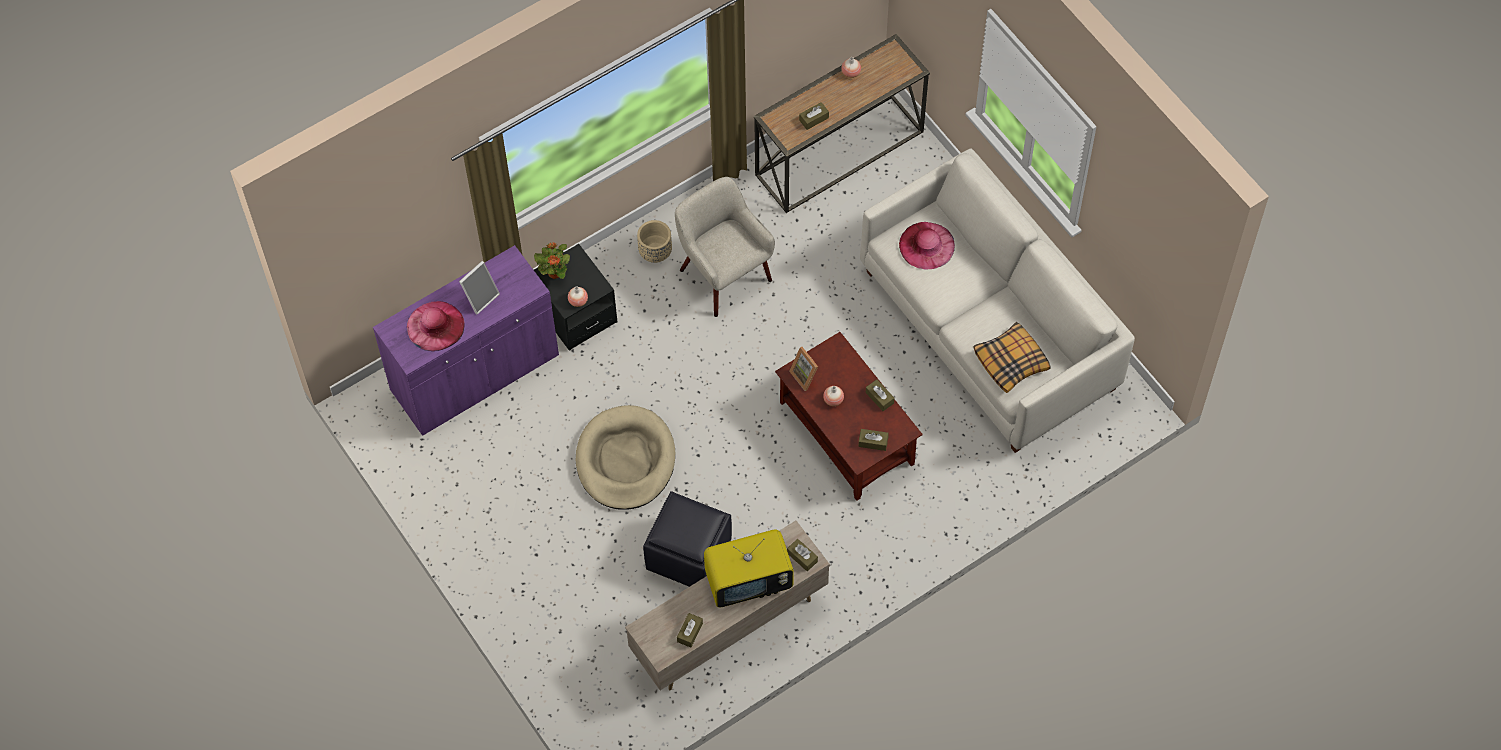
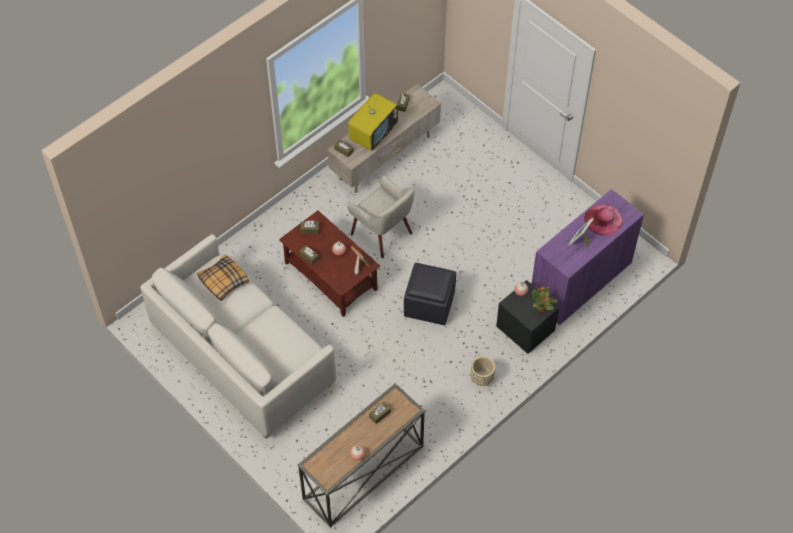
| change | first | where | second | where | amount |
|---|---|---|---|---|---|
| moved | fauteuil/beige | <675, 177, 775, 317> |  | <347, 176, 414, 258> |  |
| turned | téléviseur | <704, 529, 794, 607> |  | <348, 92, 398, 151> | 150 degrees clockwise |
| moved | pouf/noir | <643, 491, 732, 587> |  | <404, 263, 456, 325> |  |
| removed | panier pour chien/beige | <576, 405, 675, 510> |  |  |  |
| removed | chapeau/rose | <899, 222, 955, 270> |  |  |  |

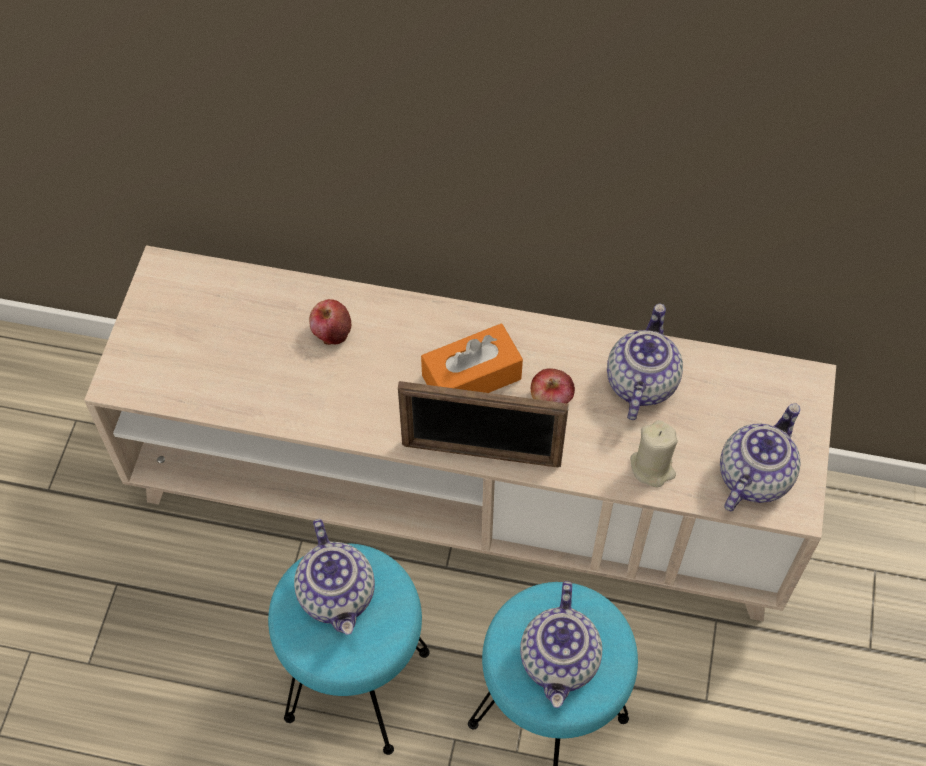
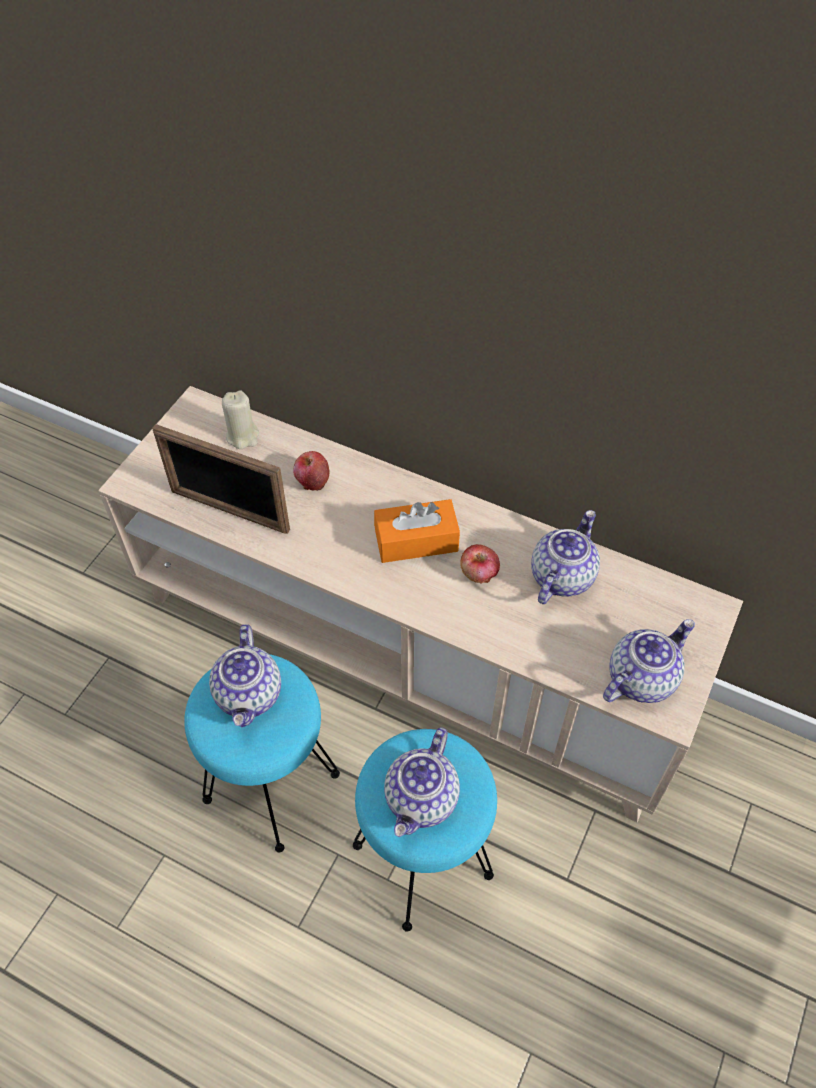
| change | first | where | second | where | amount |
|---|---|---|---|---|---|
| moved | cadre photo | <398, 381, 569, 468> |  | <152, 424, 290, 534> |  |
| moved | bougie/beige | <630, 420, 678, 488> |  | <222, 390, 259, 449> |  |

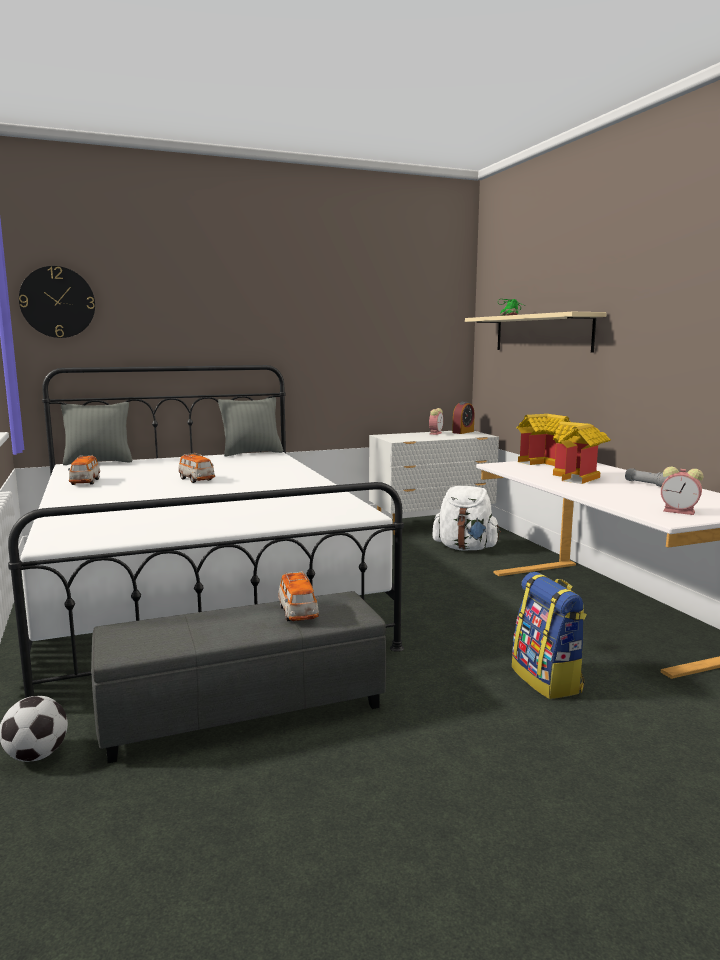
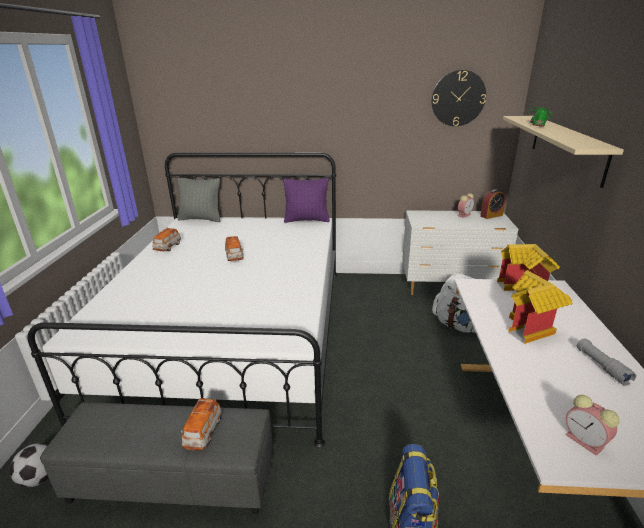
| change | first | where | second | where | amount |
|---|---|---|---|---|---|
| recoloured | coussin/gris | <218, 397, 283, 456> | coussin/violet | <283, 178, 330, 223> |  |
| moved | horloge murale | <19, 266, 95, 338> |  | <432, 70, 486, 126> |  |

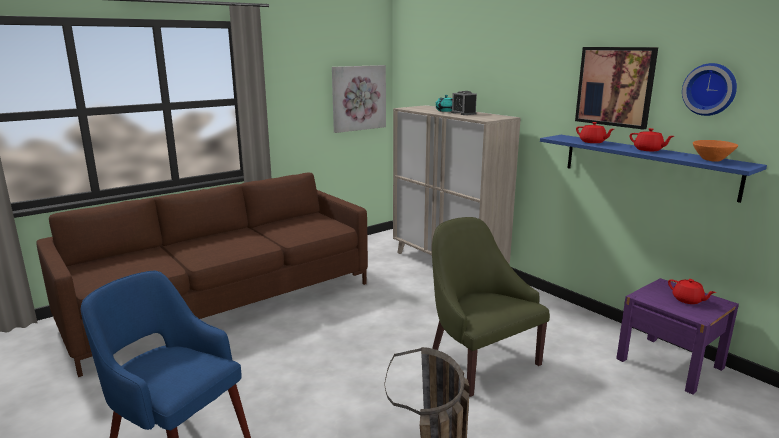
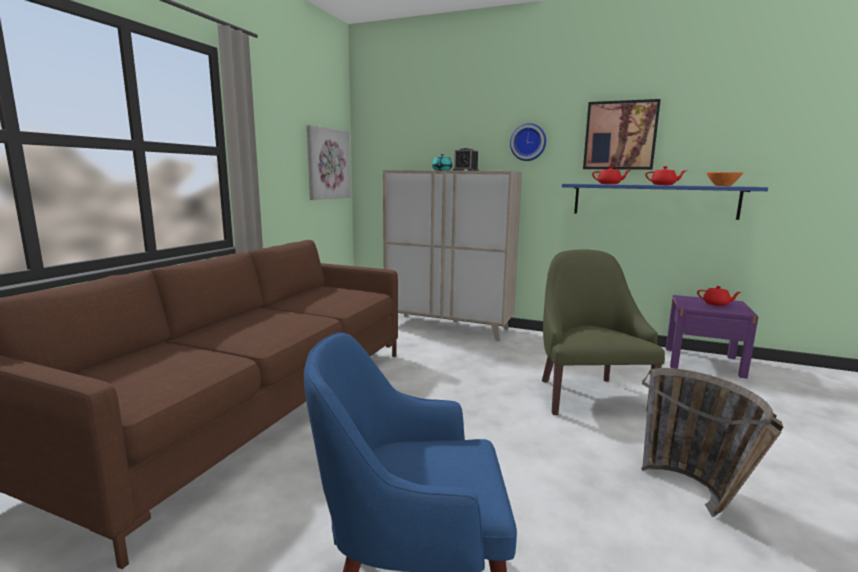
| change | first | where | second | where | amount |
|---|---|---|---|---|---|
| moved | horloge murale | <682, 63, 737, 116> |  | <510, 123, 546, 161> |  |
| turned | fauteuil/vert | <432, 217, 550, 397> |  | <542, 249, 665, 415> | 60 degrees clockwise |

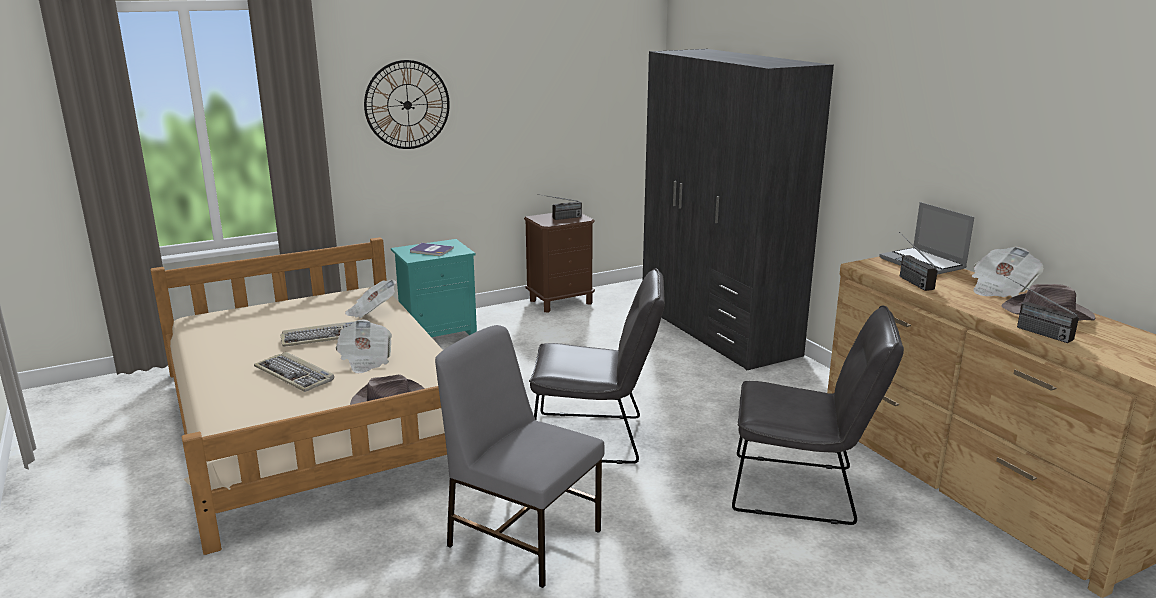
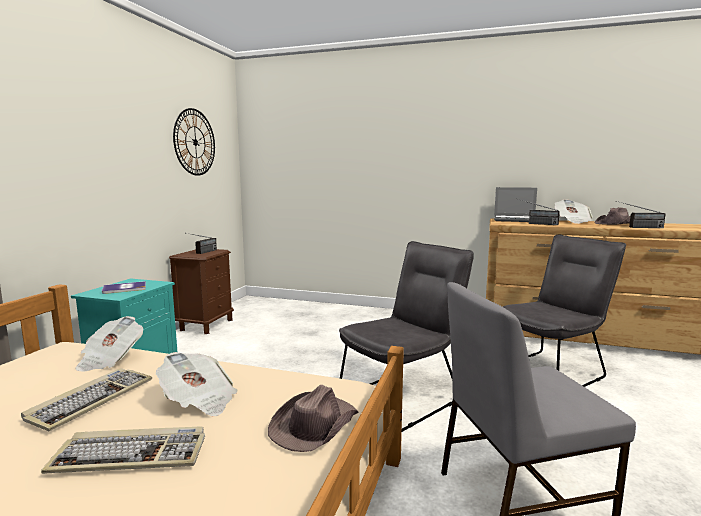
| change | first | where | second | where | amount |
|---|---|---|---|---|---|
| moved | horloge murale | <364, 60, 450, 149> |  | <173, 108, 215, 176> |  |
| removed | armoire/gris | <643, 49, 834, 371> |  |  |  |

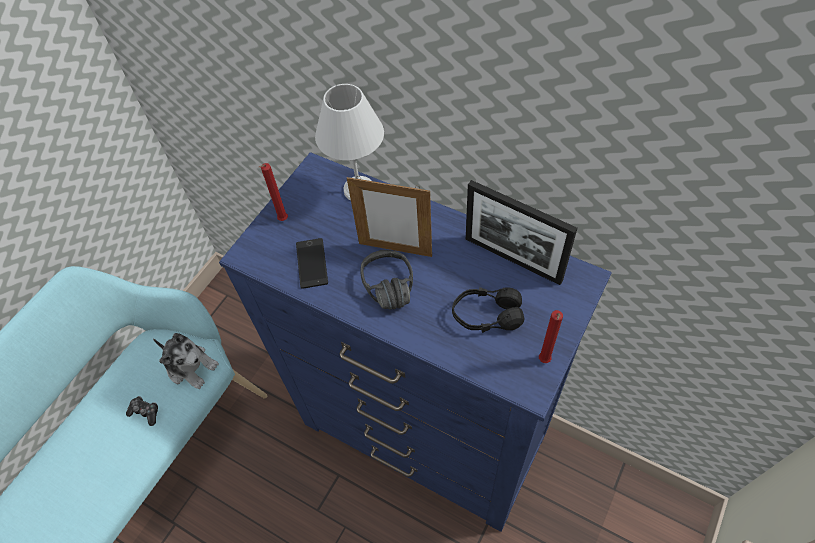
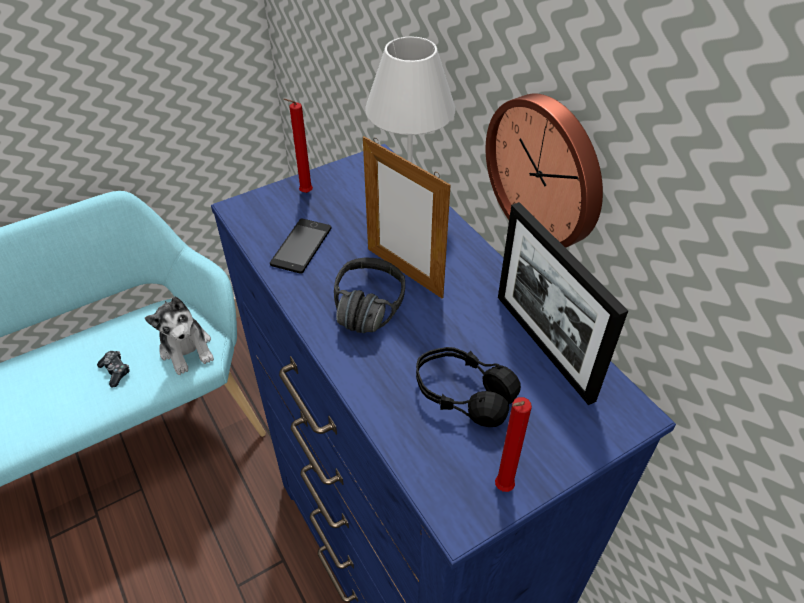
| change | first | where | second | where | amount |
|---|---|---|---|---|---|
| added |  |  | horloge murale | <486, 93, 603, 248> |  |

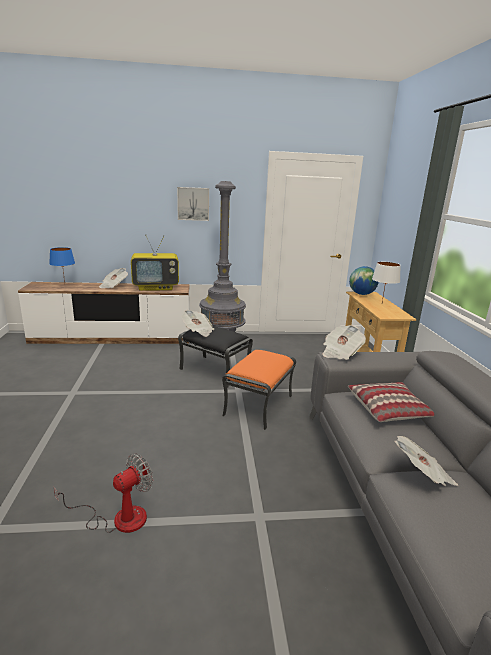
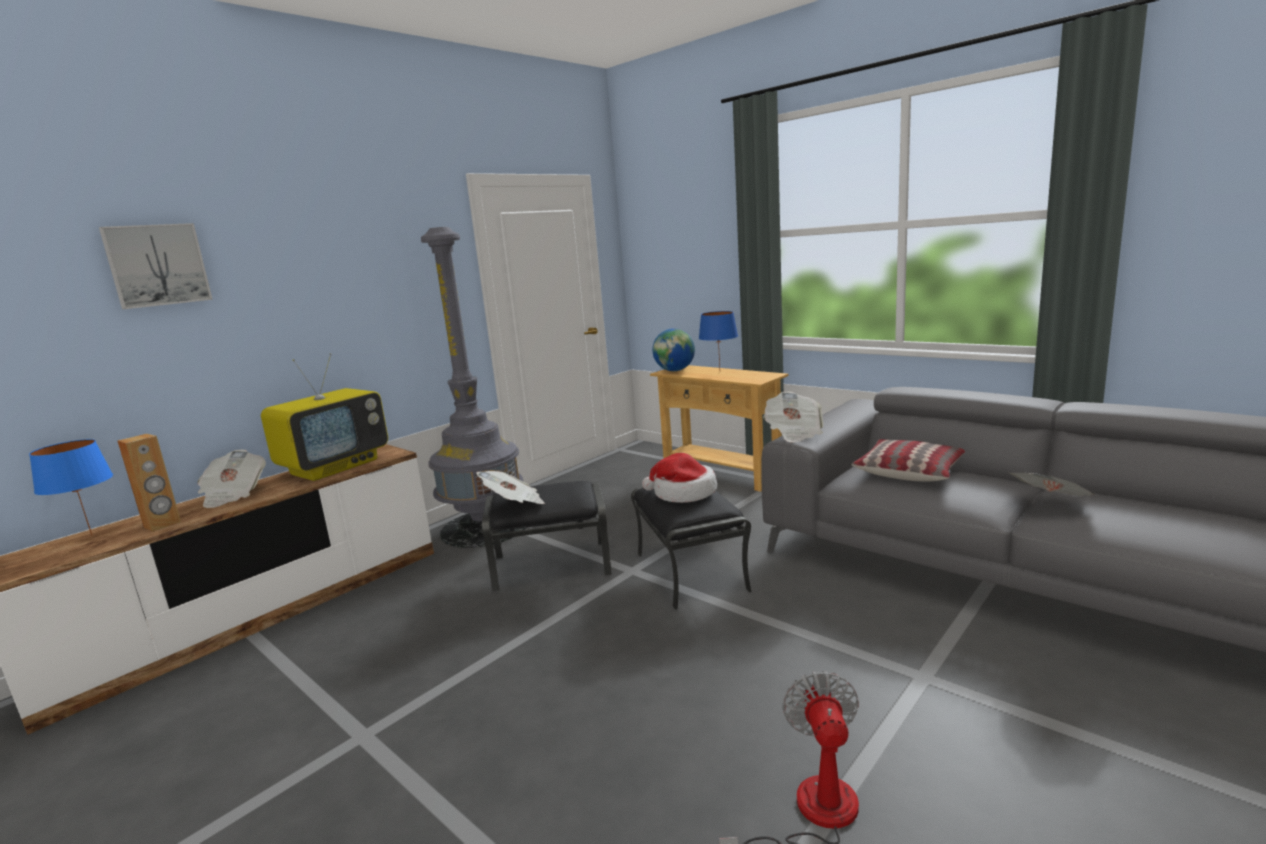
| change | first | where | second | where | amount |
|---|---|---|---|---|---|
| moved | tableau | <177, 187, 209, 221> |  | <99, 223, 213, 309> |  |
| added |  |  | enceinte/marron | <118, 434, 181, 532> |  |
| recoloured | pouf/orange | <222, 349, 296, 430> | pouf/noir | <631, 487, 751, 610> |  |
| added |  |  | chapeau | <642, 453, 717, 503> |  |
| recoloured | lampe de table/blanc | <372, 262, 401, 302> | lampe de table/bleu | <699, 311, 738, 368> |  |

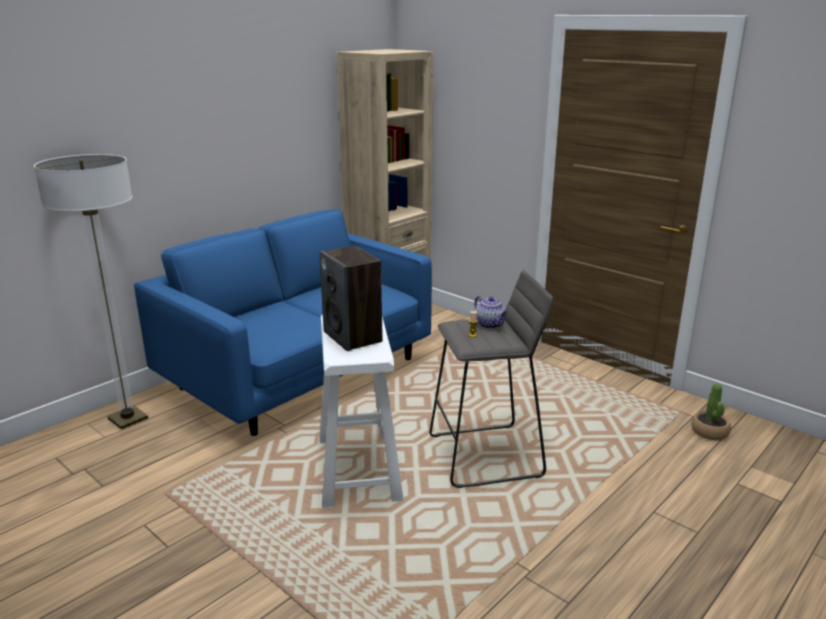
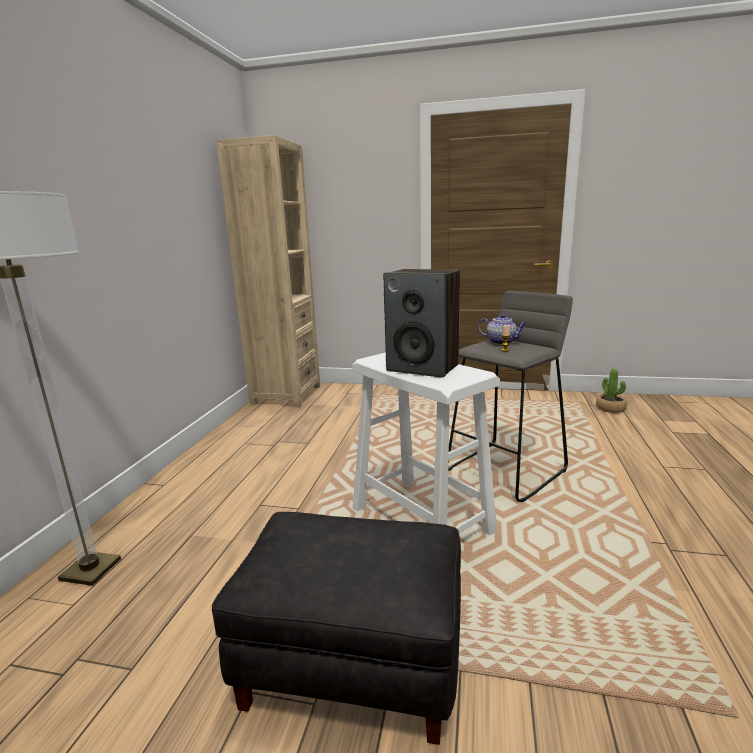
| change | first | where | second | where | amount |
|---|---|---|---|---|---|
| added |  |  | pouf/noir | <212, 512, 461, 745> |  |
| removed | canapé/bleu | <134, 209, 432, 436> |  |  |  |

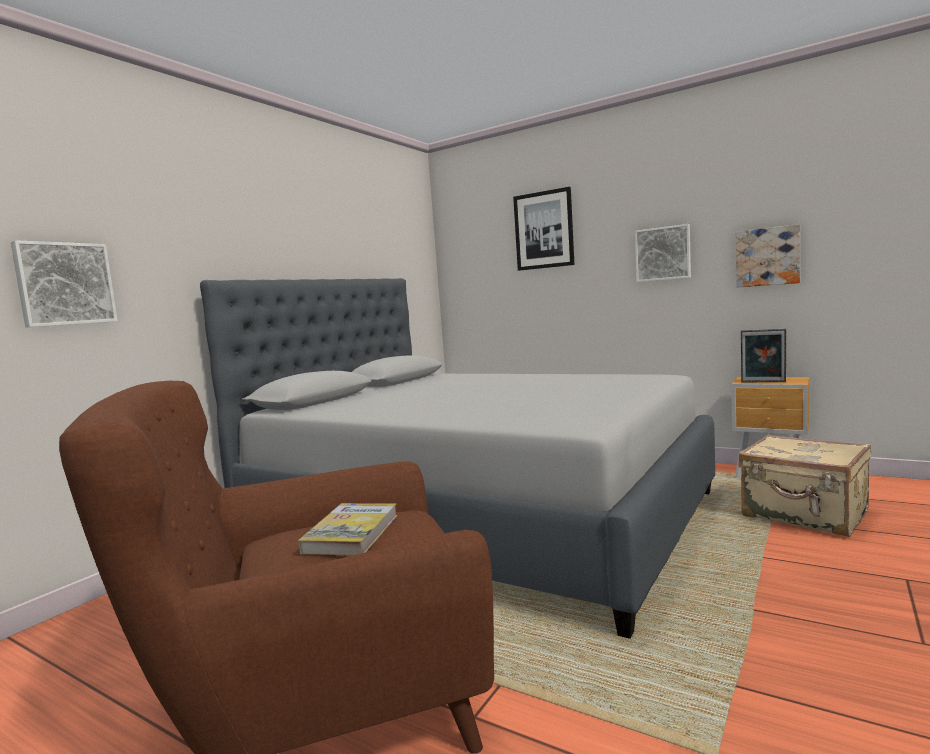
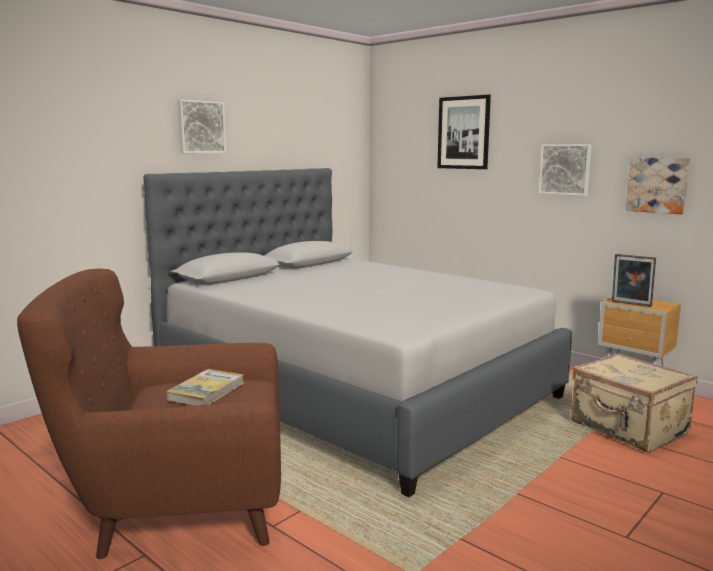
| change | first | where | second | where | amount |
|---|---|---|---|---|---|
| moved | tableau | <11, 240, 118, 327> |  | <177, 99, 226, 153> |  |

